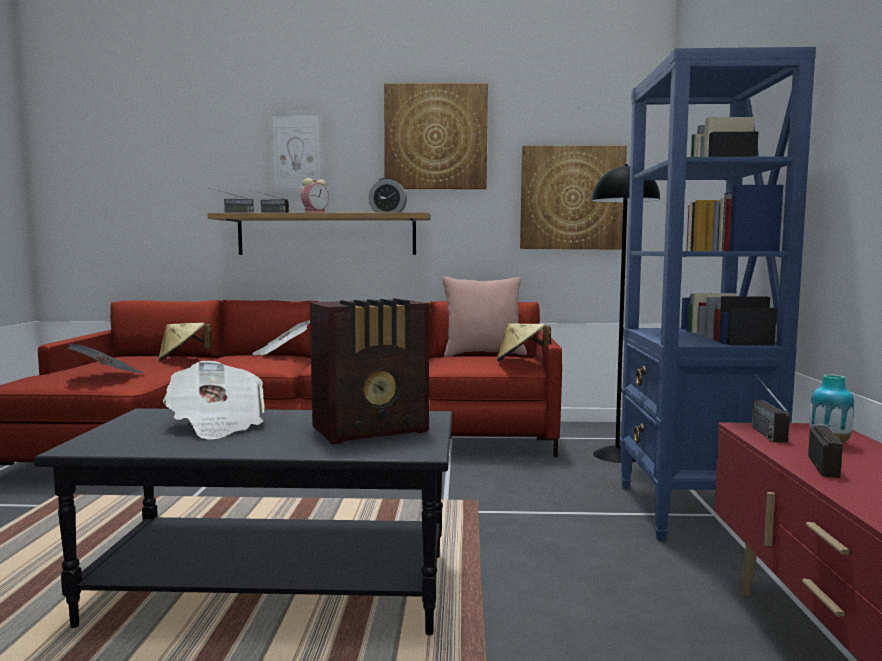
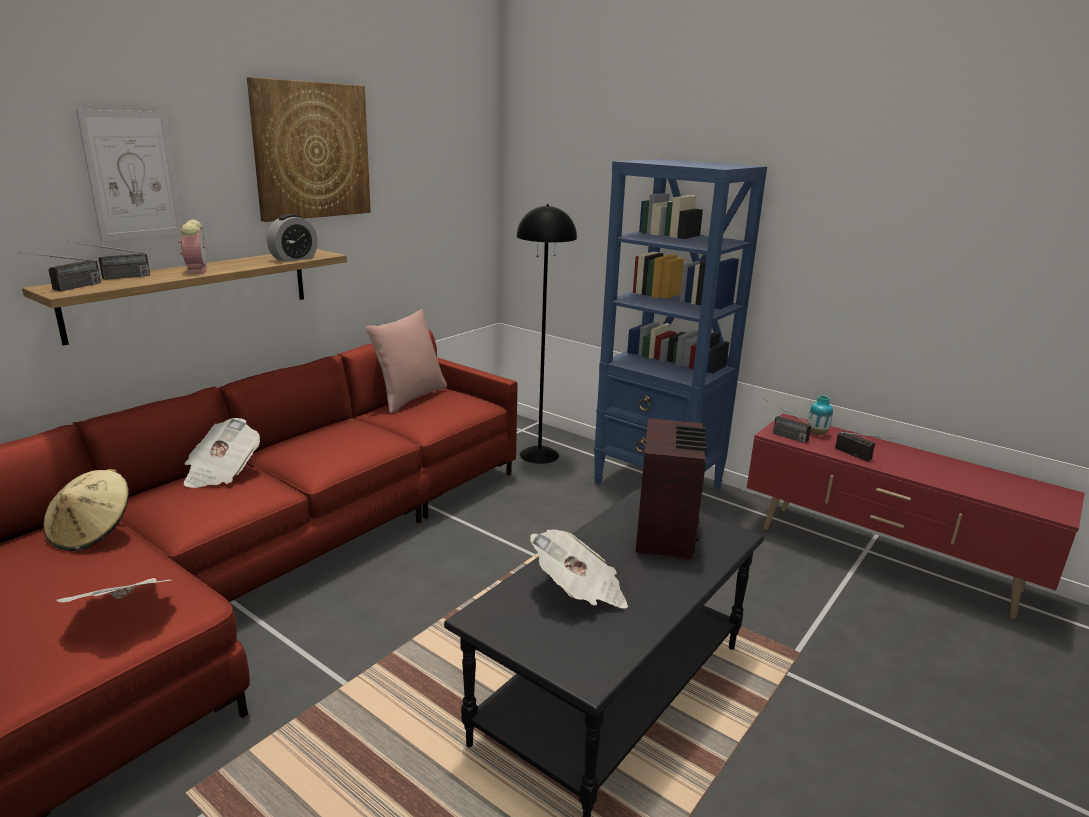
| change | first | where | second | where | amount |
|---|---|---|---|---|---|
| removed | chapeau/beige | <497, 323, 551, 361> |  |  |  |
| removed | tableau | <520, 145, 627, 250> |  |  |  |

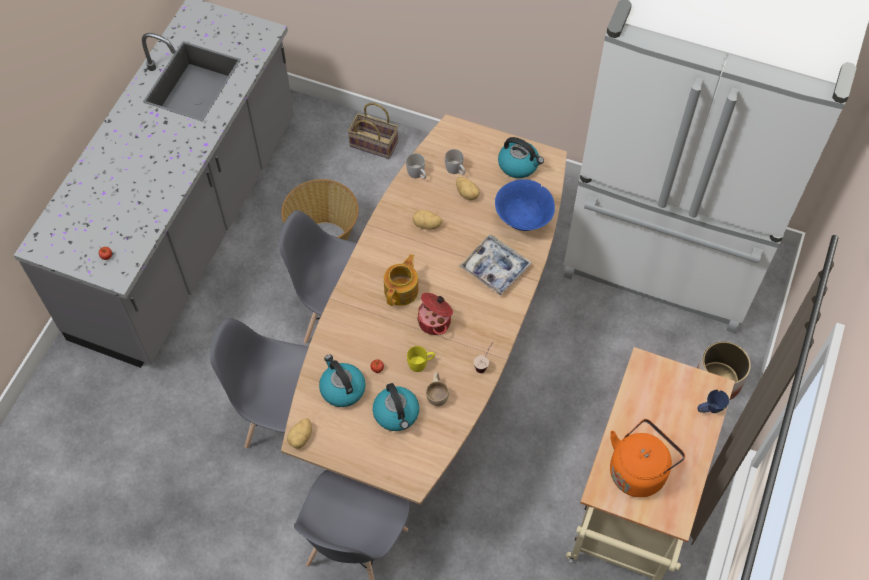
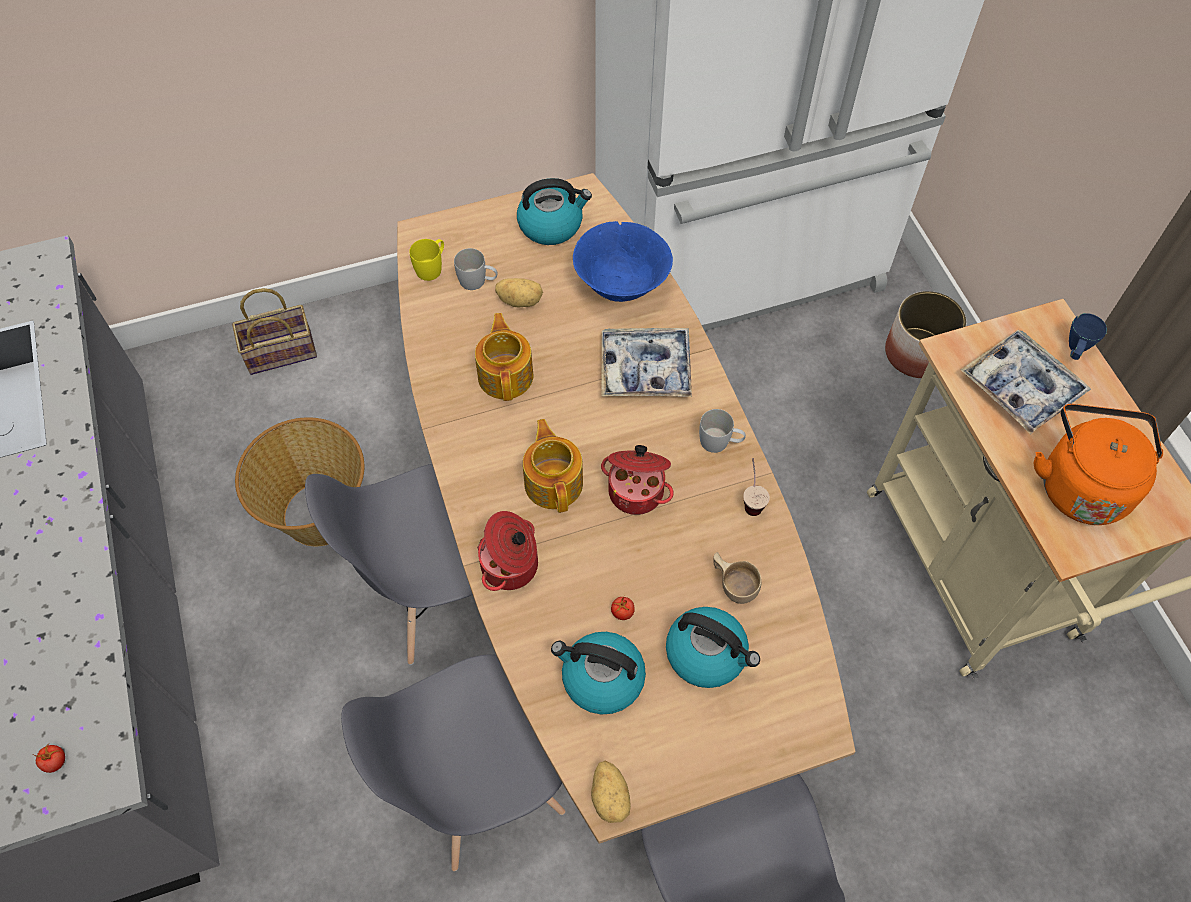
| change | first | where | second | where | amount |
|---|---|---|---|---|---|
| moved | mug/jaune | <407, 346, 435, 372> |  | <409, 239, 444, 281> |  |
| replaced | pomme de terre | <412, 210, 442, 230> | théière | <475, 313, 533, 401> |  |
| added |  |  | marmite | <477, 511, 538, 591> |  |
| moved | mug/blanc | <406, 153, 426, 179> |  | <699, 409, 746, 453> |  |
| added |  |  | plateau | <961, 330, 1091, 434> |  |

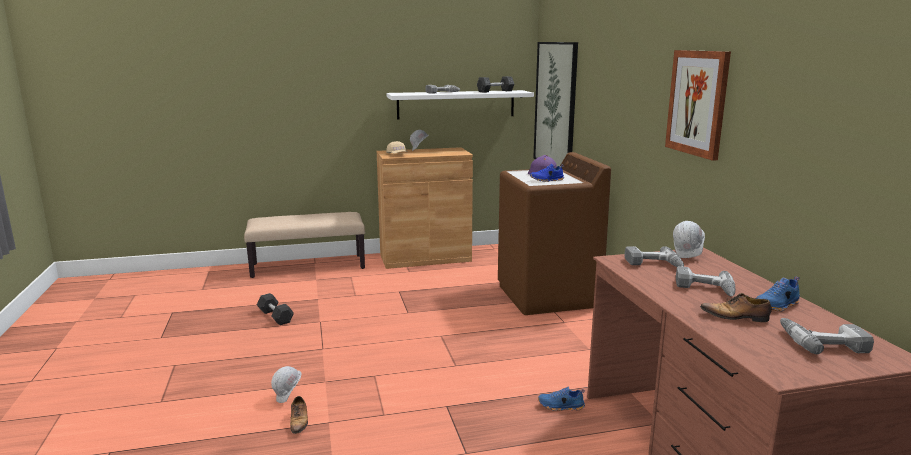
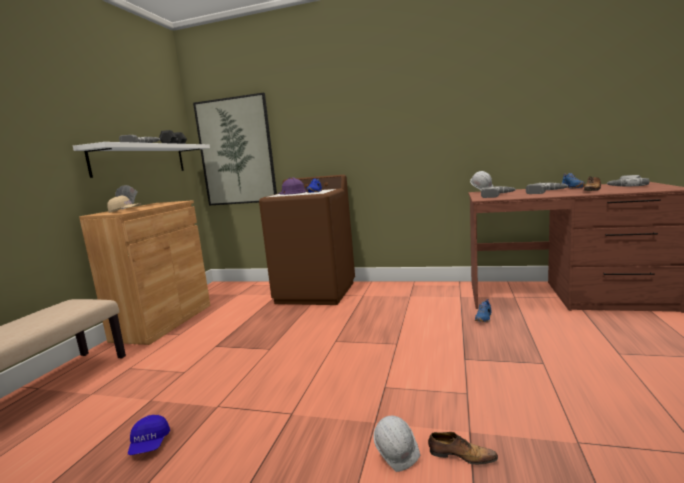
| change | first | where | second | where | amount |
|---|---|---|---|---|---|
| replaced | haltère/gris | <257, 293, 294, 325> | casquette/bleu | <128, 415, 170, 455> |  |
| removed | tableau | <665, 50, 731, 161> |  |  |  |

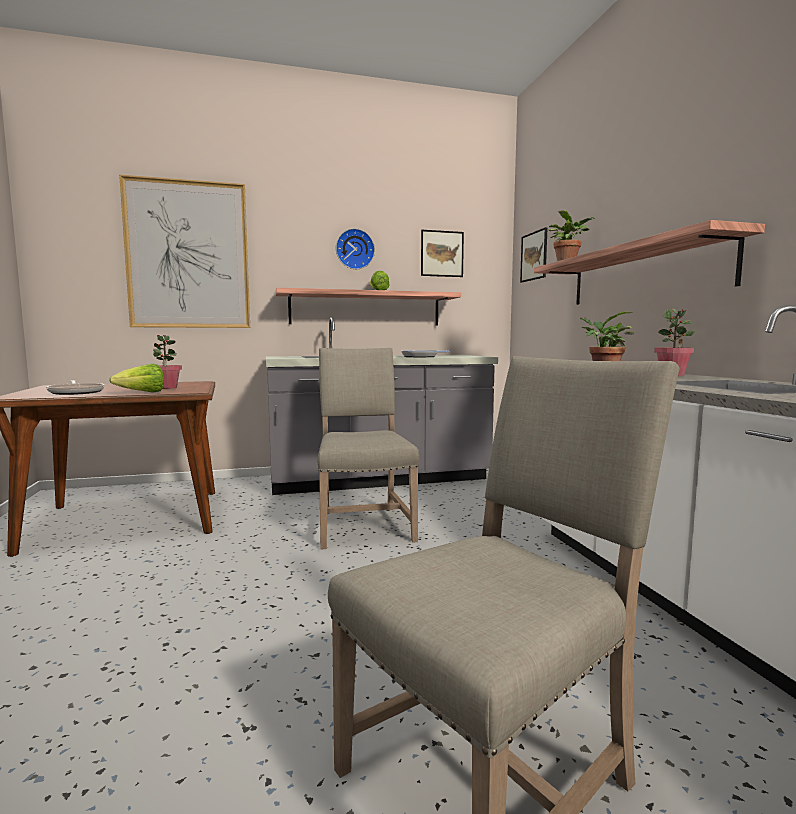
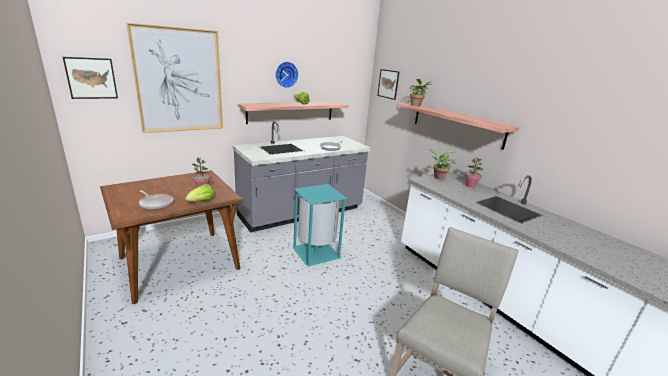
| change | first | where | second | where | amount |
|---|---|---|---|---|---|
| moved | tableau | <421, 230, 464, 277> |  | <63, 57, 118, 99> |  |
| replaced | chaise/beige | <318, 348, 419, 549> | poubelle/turquoise | <292, 184, 347, 267> |  |

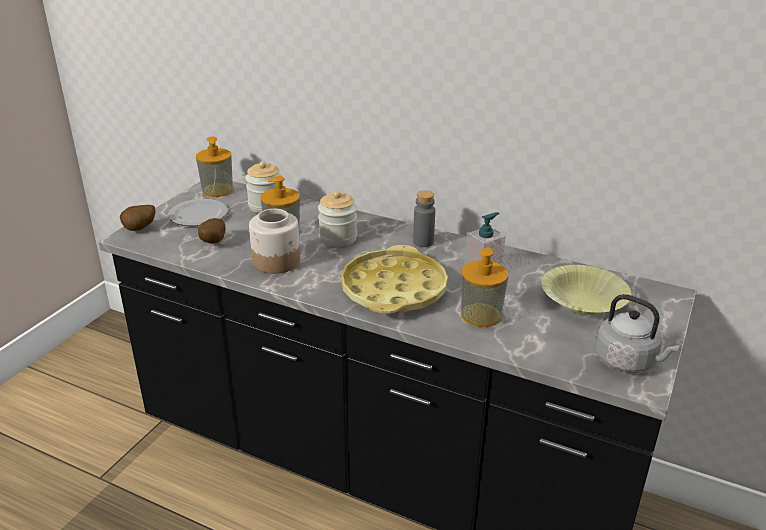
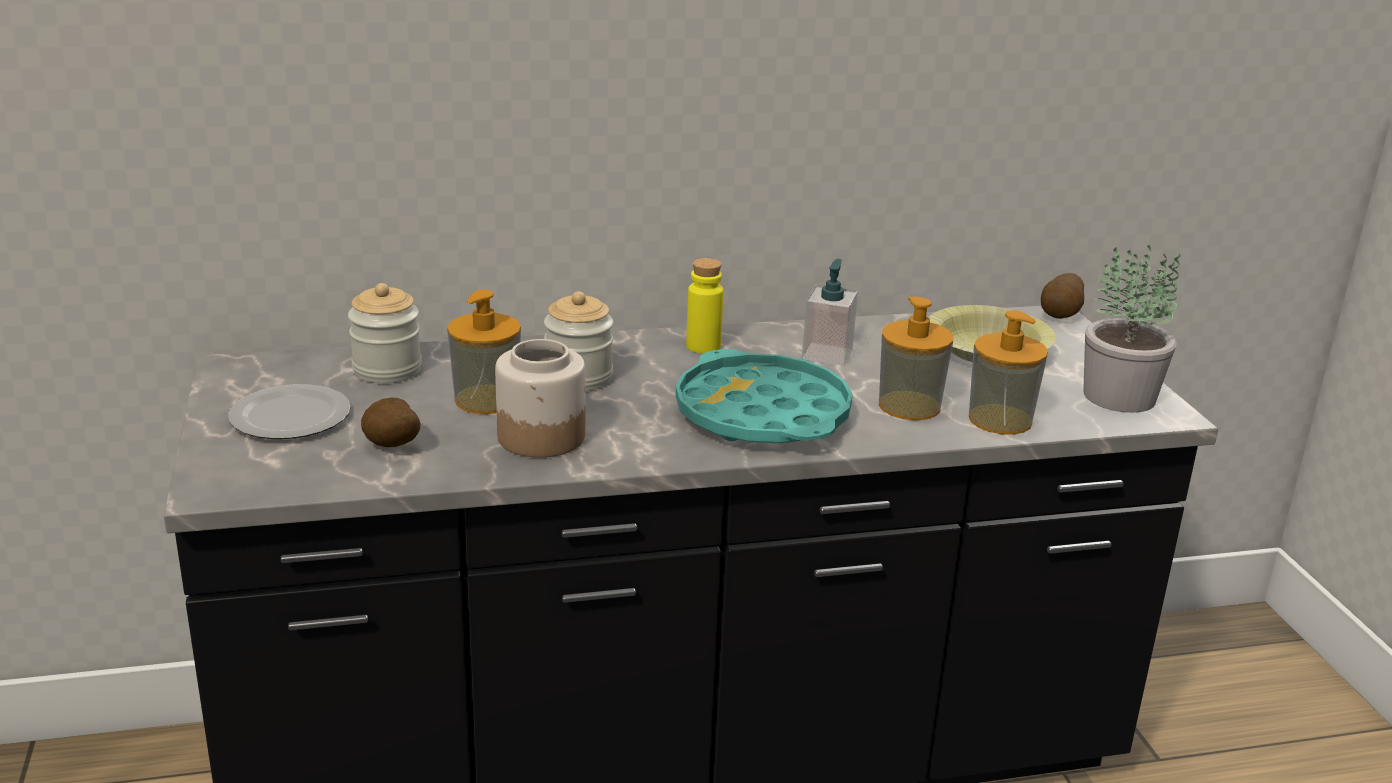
| change | first | where | second | where | amount |
|---|---|---|---|---|---|
| recoloured | plateau/jaune | <341, 245, 448, 314> | plateau/turquoise | <676, 349, 853, 443> |  |
| recoloured | bouteille/gris | <413, 190, 435, 247> | bouteille/jaune | <686, 258, 723, 353> |  |
| moved | distributeur de savon | <196, 137, 233, 197> |  | <969, 310, 1048, 435> |  |
| moved | pomme de terre | <120, 205, 156, 231> |  | <1041, 273, 1084, 319> |  |
| replaced | bouilloire/gris | <595, 294, 680, 372> | plante en pot | <1083, 244, 1181, 413> |  |

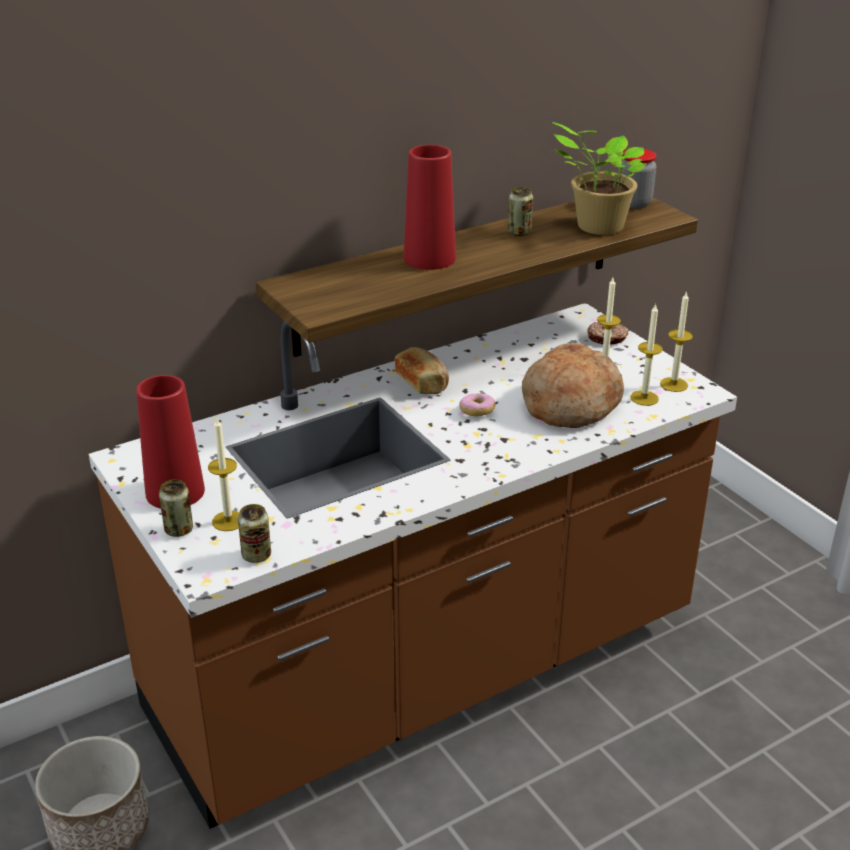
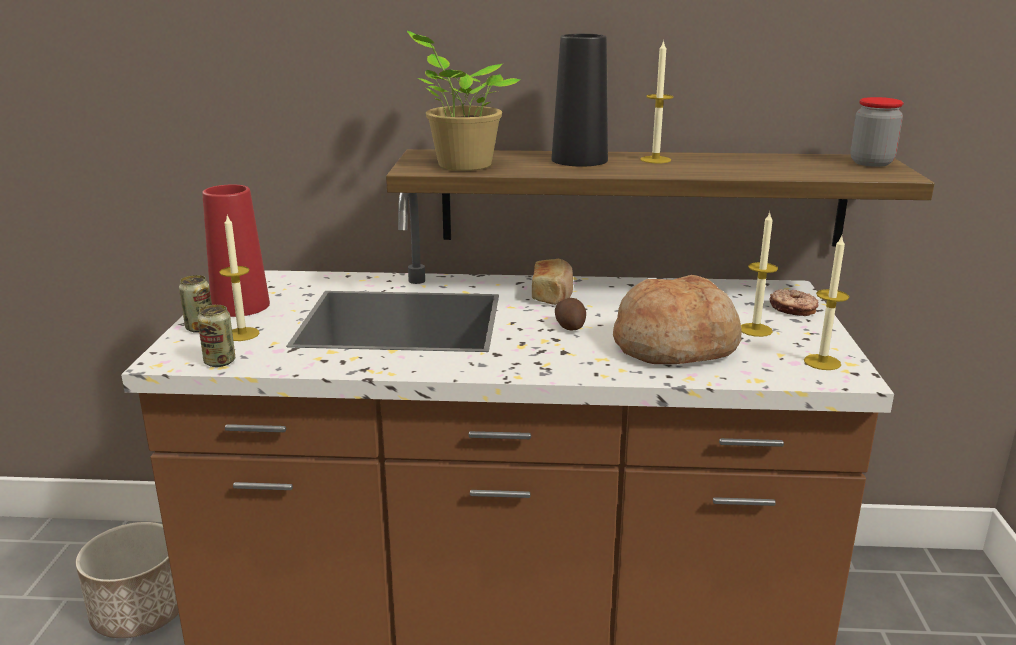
| change | first | where | second | where | amount |
|---|---|---|---|---|---|
| moved | plante en pot | <552, 122, 646, 235> |  | <407, 31, 521, 171> |  |
| recoloured | vase/rouge | <404, 145, 456, 270> | vase/noir | <552, 34, 608, 167> |  |
| replaced | beignet | <459, 393, 495, 416> | pomme de terre | <555, 298, 586, 331> |  |
| moved | bougie | <630, 304, 663, 406> |  | <640, 40, 673, 163> |  |
| removed | boîte métallique | <508, 187, 533, 236> |  |  |  |

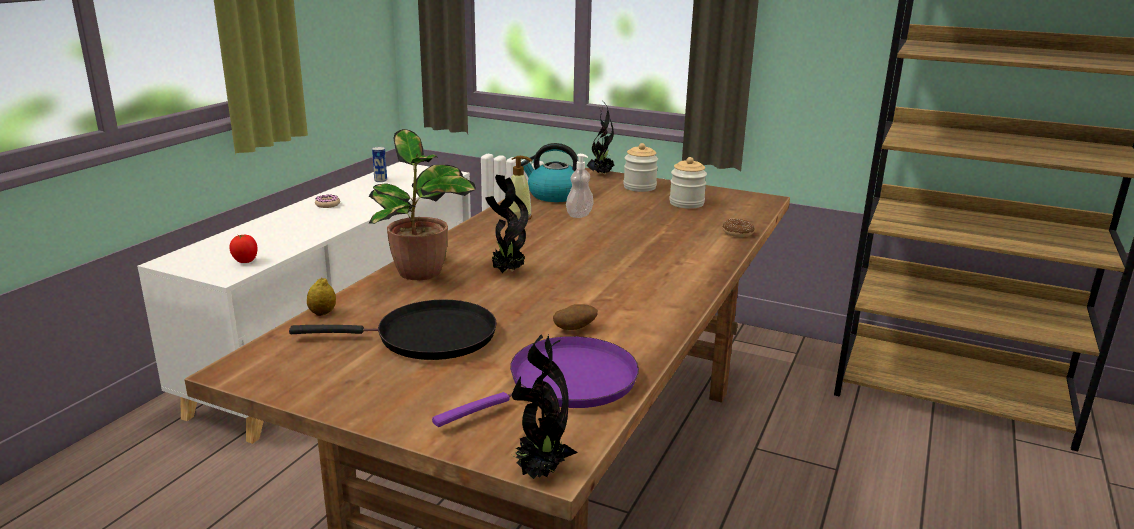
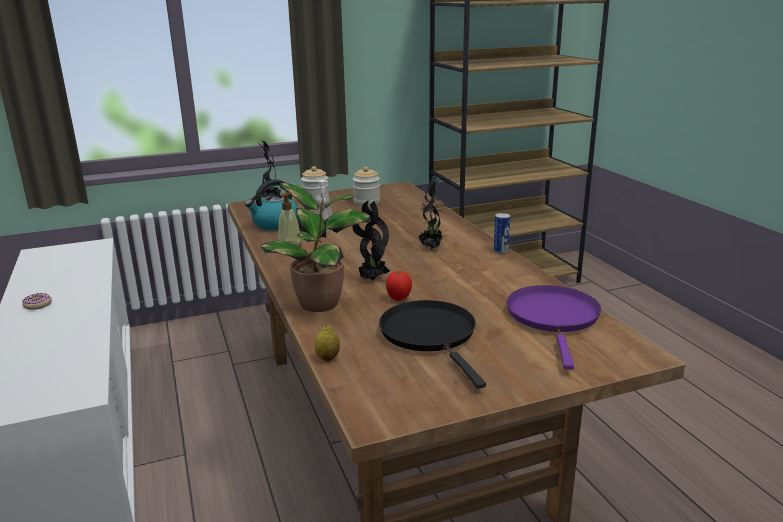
| change | first | where | second | where | amount |
|---|---|---|---|---|---|
| turned | poêle/noir | <289, 299, 497, 360> |  | <379, 300, 486, 389> | 60 degrees counterclockwise |
| moved | tomate | <229, 235, 258, 263> |  | <386, 271, 412, 301> |  |
| moved | plante en pot | <512, 334, 578, 479> |  | <419, 176, 446, 250> |  |
| moved | boîte métallique | <372, 147, 387, 182> |  | <494, 213, 510, 254> |  |
| removed | pomme de terre | <553, 304, 598, 330> |  |  |  |

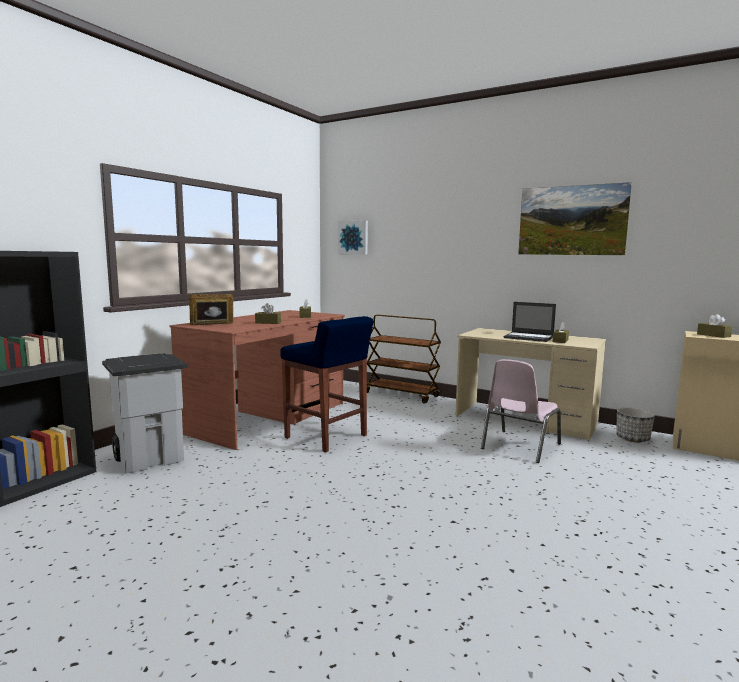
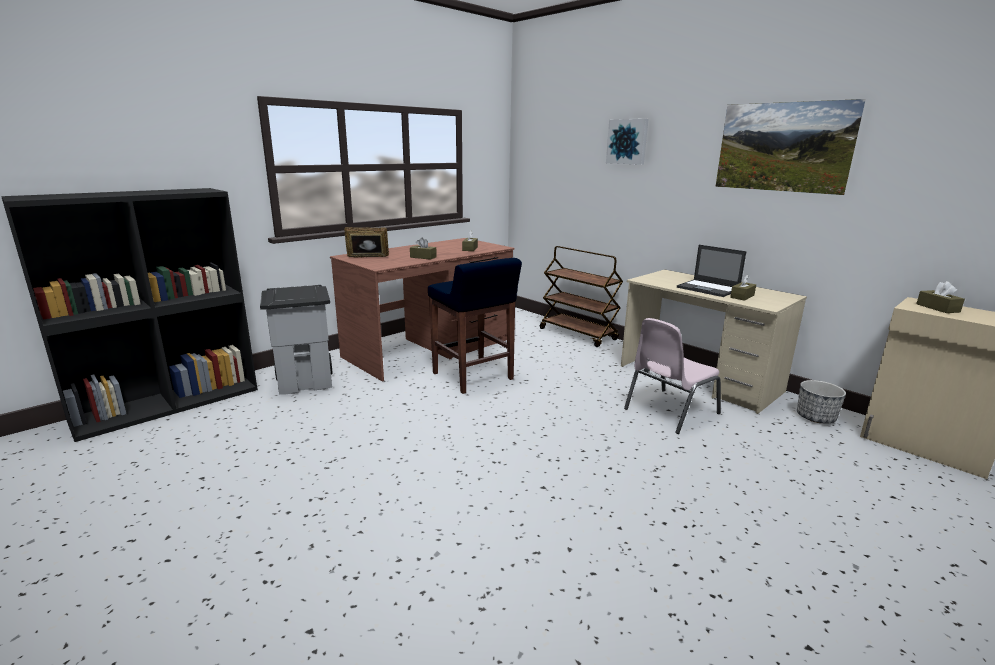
| change | first | where | second | where | amount |
|---|---|---|---|---|---|
| moved | tableau | <338, 220, 368, 255> |  | <606, 119, 648, 165> |  |

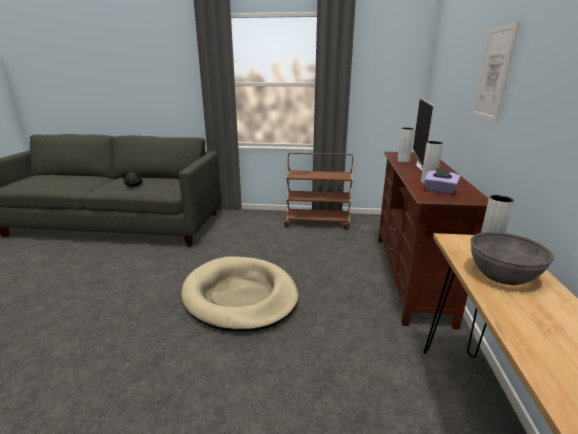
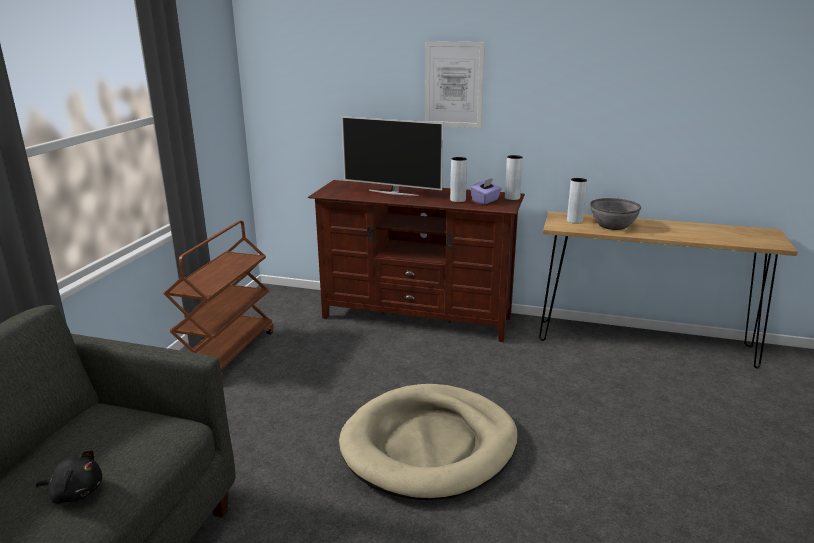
| change | first | where | second | where | amount |
|---|---|---|---|---|---|
| moved | vase/gris | <397, 127, 414, 163> |  | <505, 155, 523, 200> |  |

